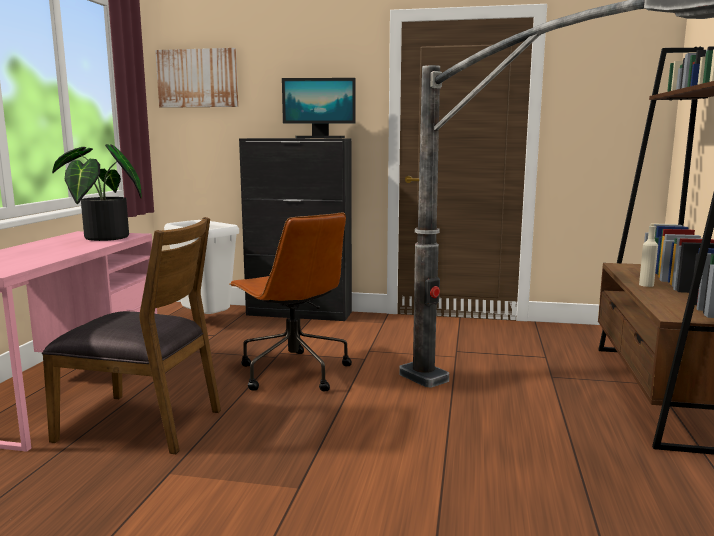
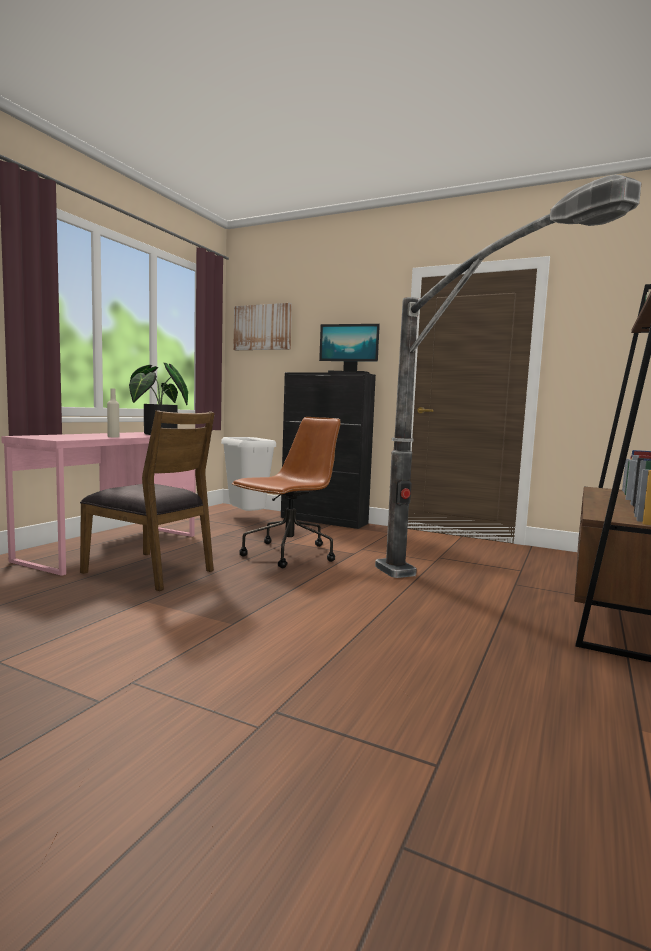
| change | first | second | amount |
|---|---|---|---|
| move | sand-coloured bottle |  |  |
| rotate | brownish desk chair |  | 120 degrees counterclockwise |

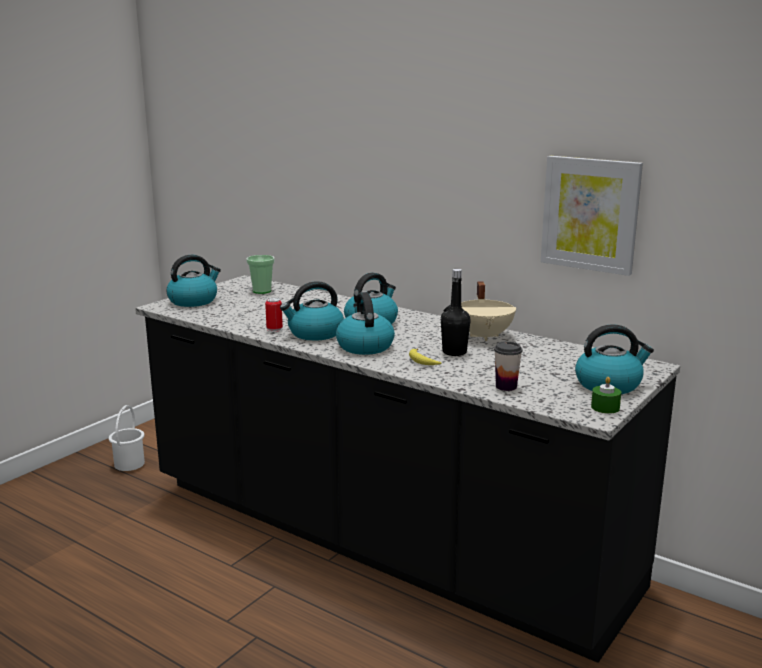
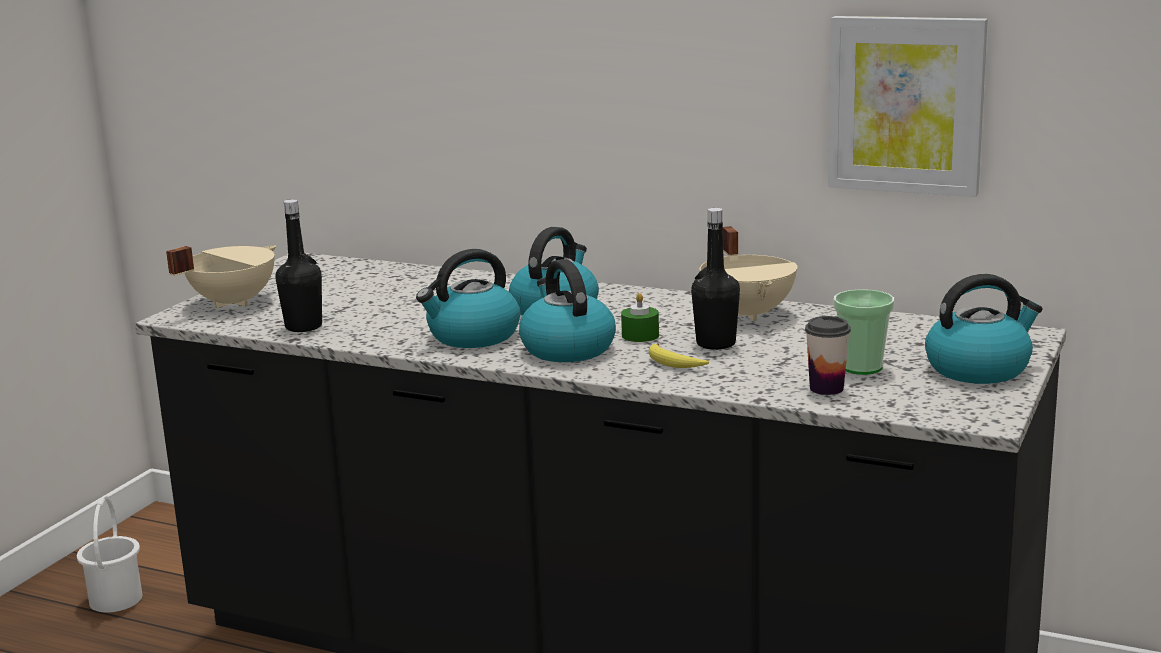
| change | first | second | amount |
|---|---|---|---|
| delete | metal can |  |  |
| insert |  | black-coloured bottle (1st from left) |  |
| move | drinking cup (1st from left in the first image) | drinking cup (2nd from left) |  |
| move | greenish wax light |  |  |
| replace | tea kettle (1st from left) | sand-coloured stockpot (1st from left) |  |

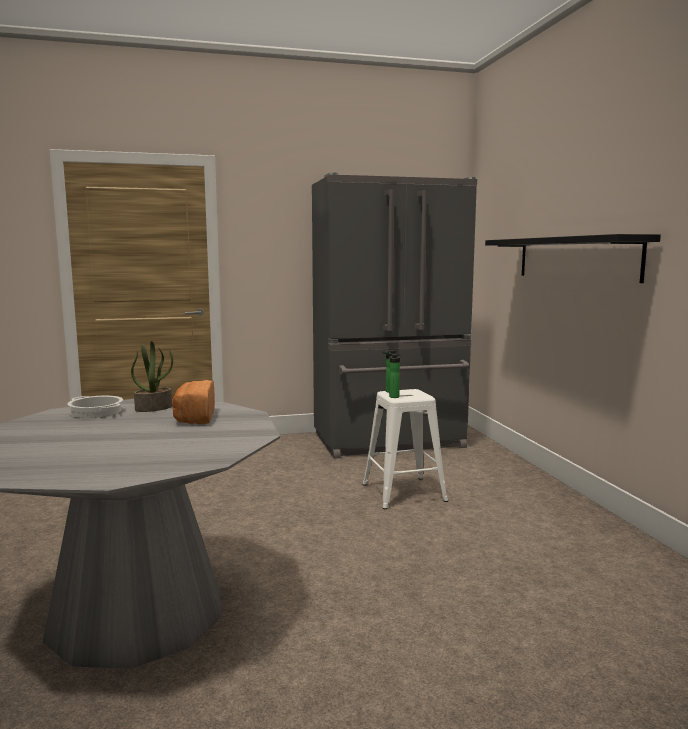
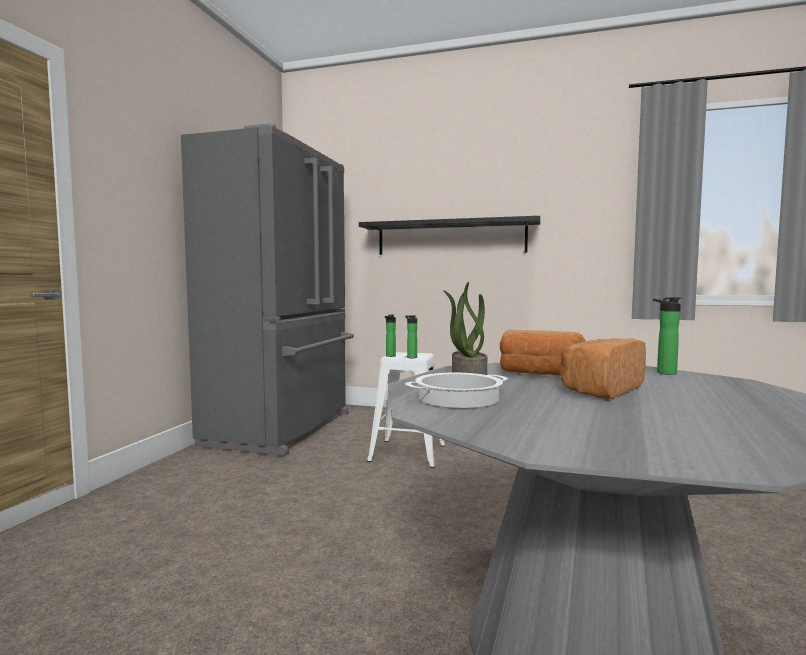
| change | first | second | amount |
|---|---|---|---|
| insert |  | bread (2nd from left) |  |
| insert |  | bottle (3rd from left) |  |

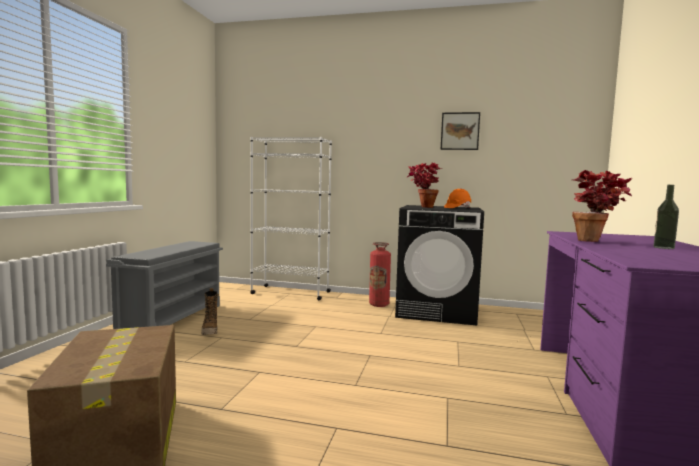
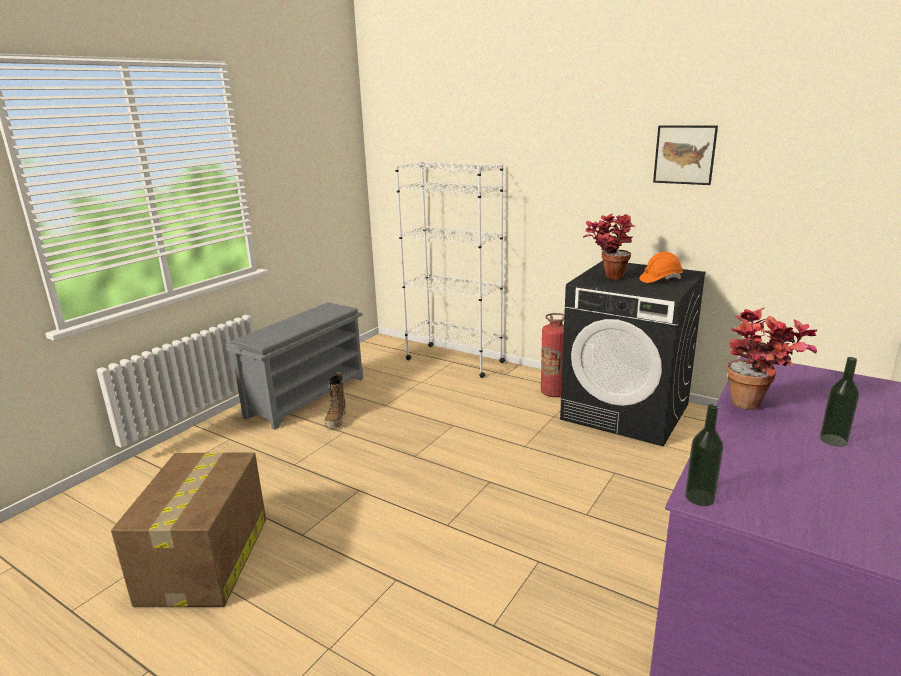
| change | first | second | amount |
|---|---|---|---|
| insert |  | bottle (1st from left) |  |

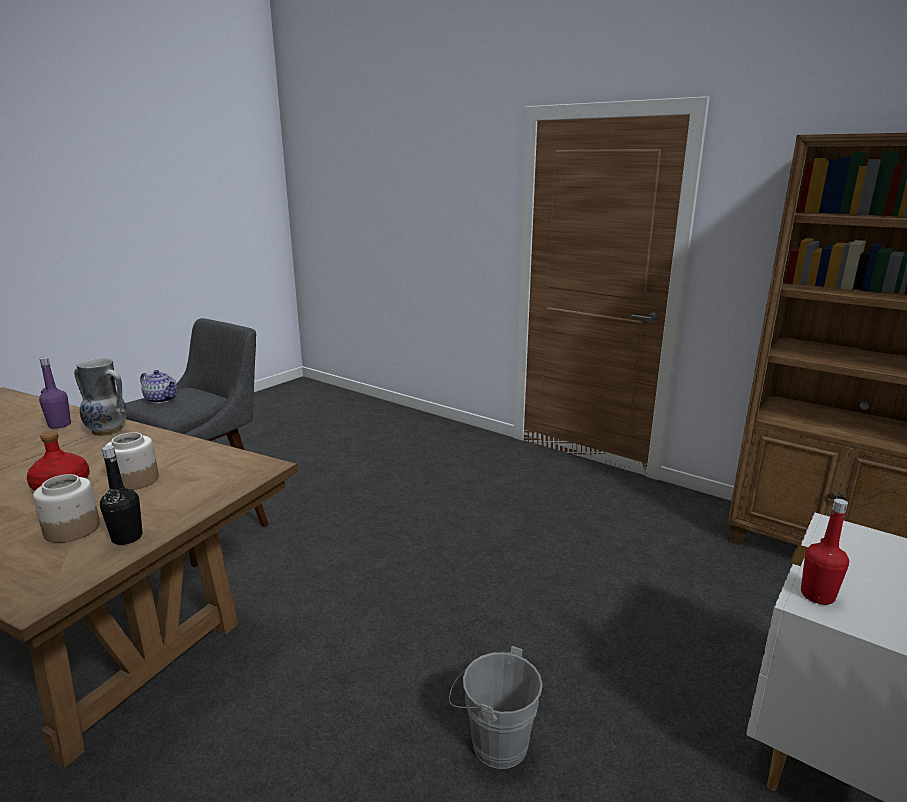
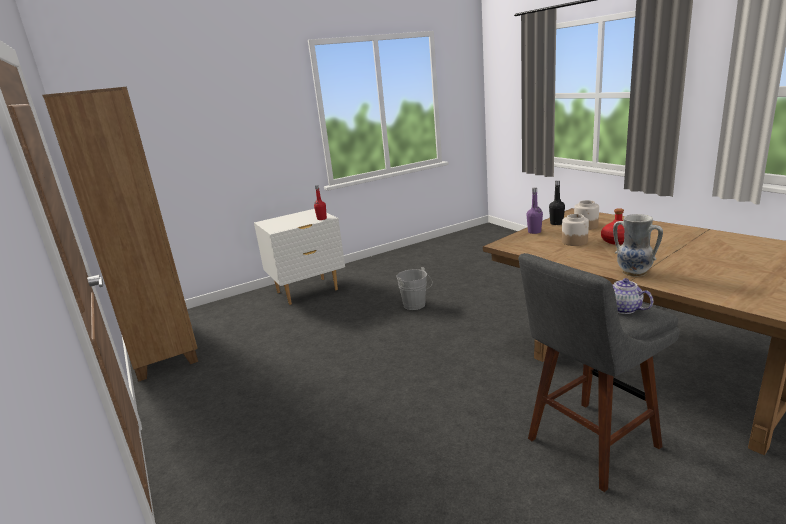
| change | first | second | amount |
|---|---|---|---|
| move | purple-coloured bottle |  |  |

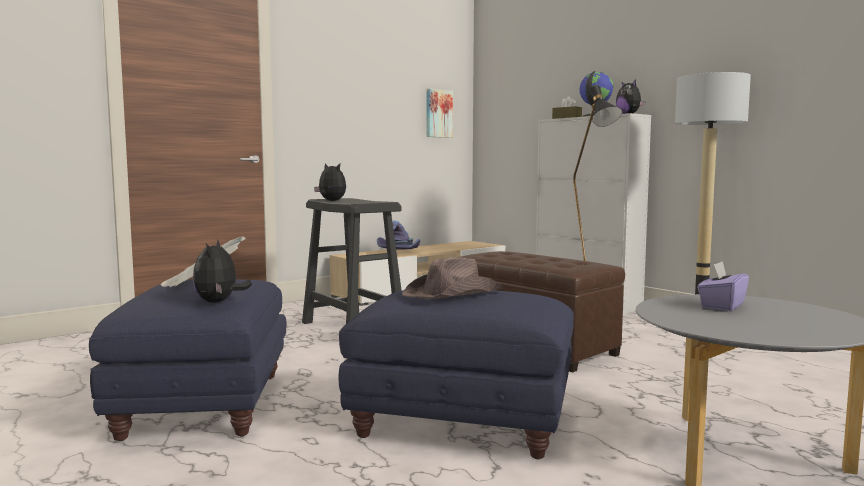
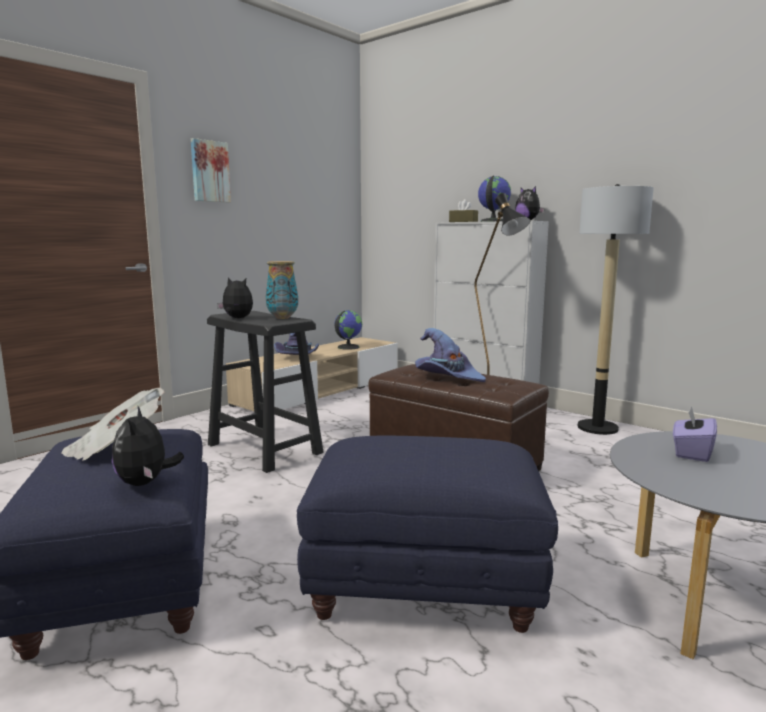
| change | first | second | amount |
|---|---|---|---|
| delete | brownish clothing hat |  |  |
| insert |  | flower vase |  |
| insert |  | desk globe (1st from left) |  |
| insert |  | purple-coloured clothing hat (2nd from left) |  |
| move | wall art |  |  |

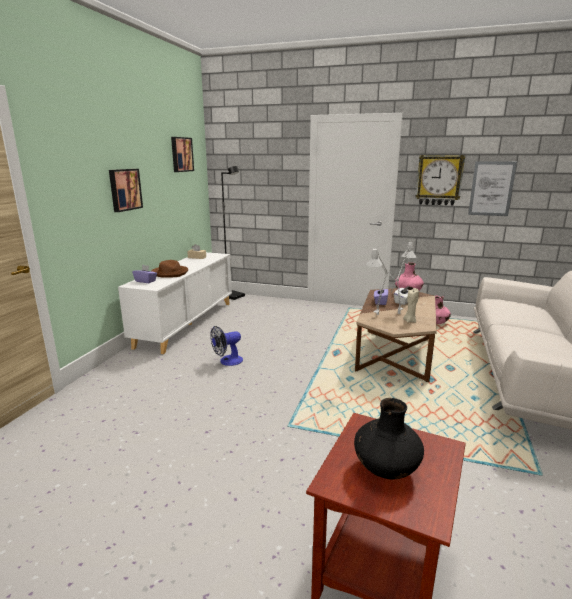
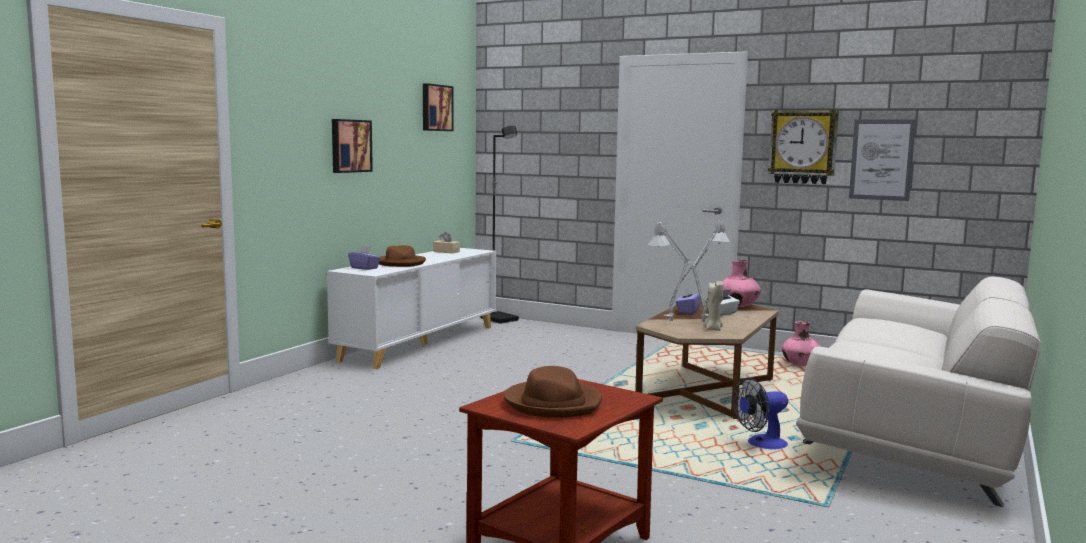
| change | first | second | amount |
|---|---|---|---|
| move | cooling fan |  |  |
| replace | black-coloured flower vase | brownish clothing hat (2nd from left) |  |

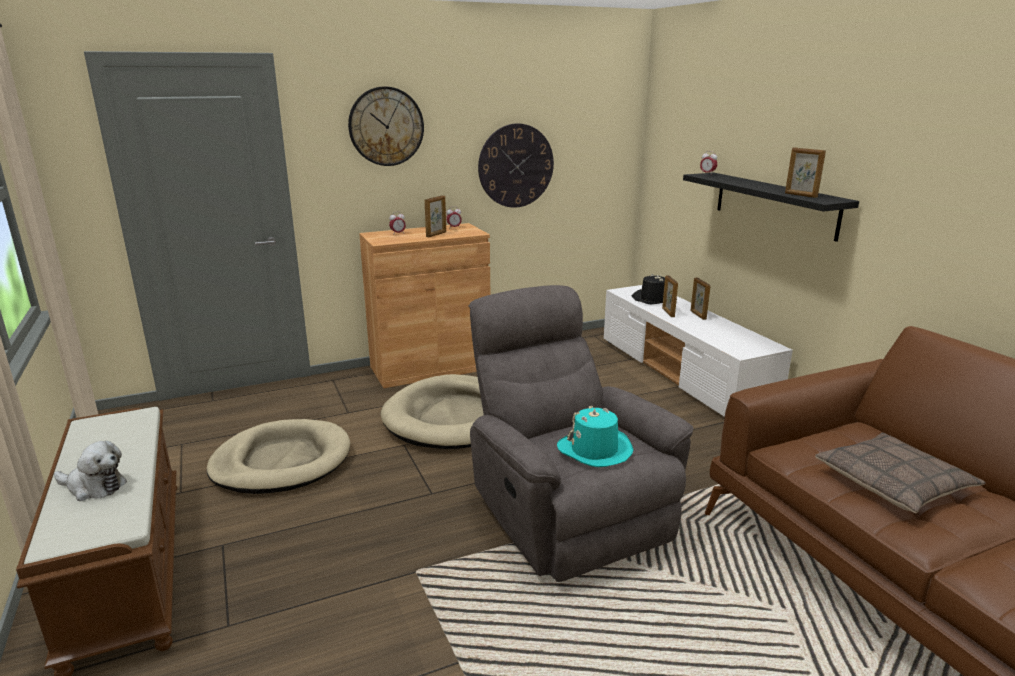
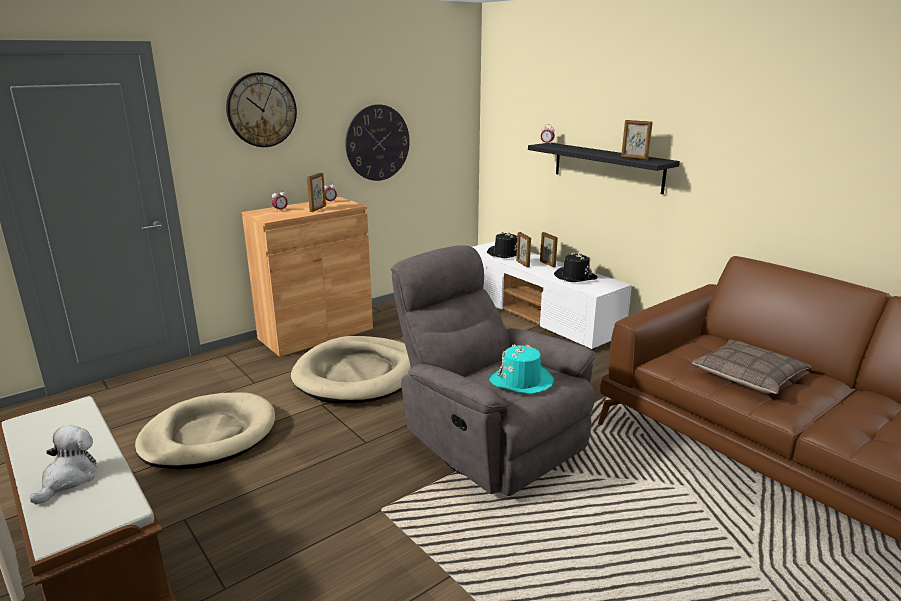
| change | first | second | amount |
|---|---|---|---|
| insert |  | black-coloured clothing hat (2nd from left) |  |
| rotate | plush toy |  | 75 degrees counterclockwise |

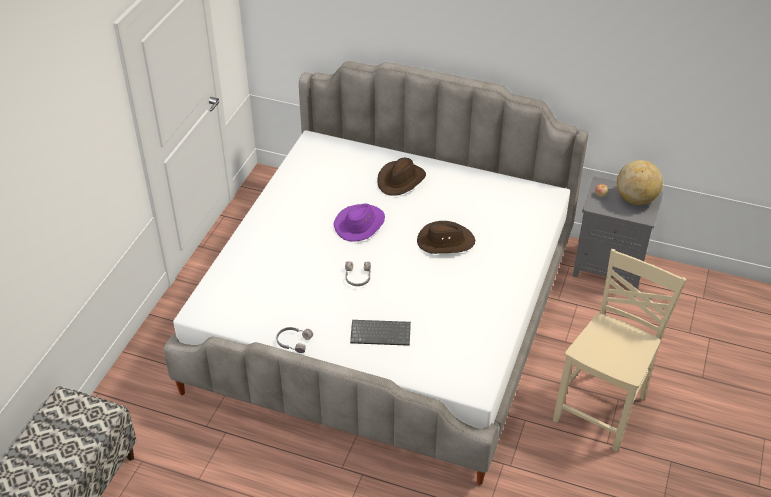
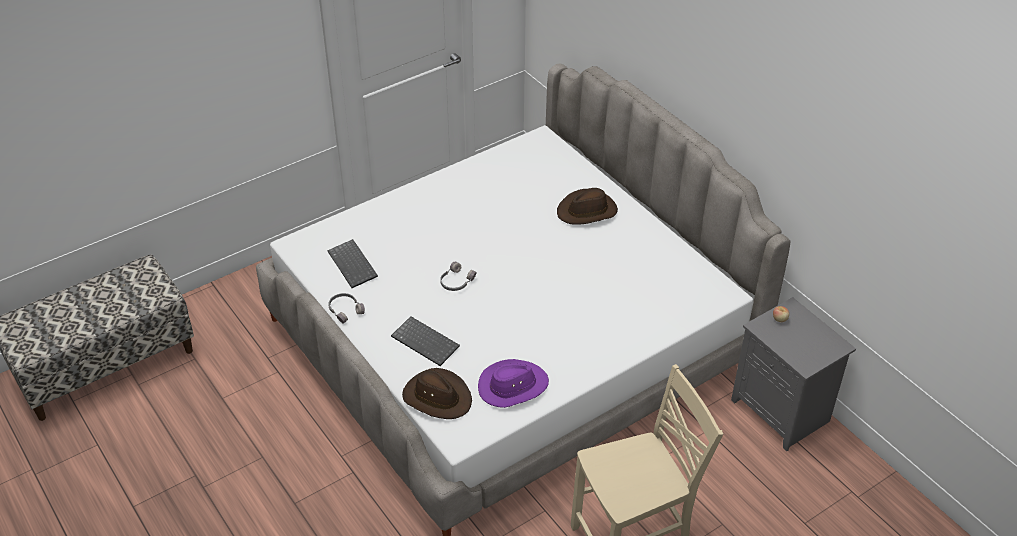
| change | first | second | amount |
|---|---|---|---|
| delete | desk globe |  |  |
| insert |  | keyboard (1st from left) |  |
| move | purple-coloured clothing hat |  |  |
| move | brownish clothing hat (2nd from left in the first image) | brownish clothing hat (1st from left) |  |

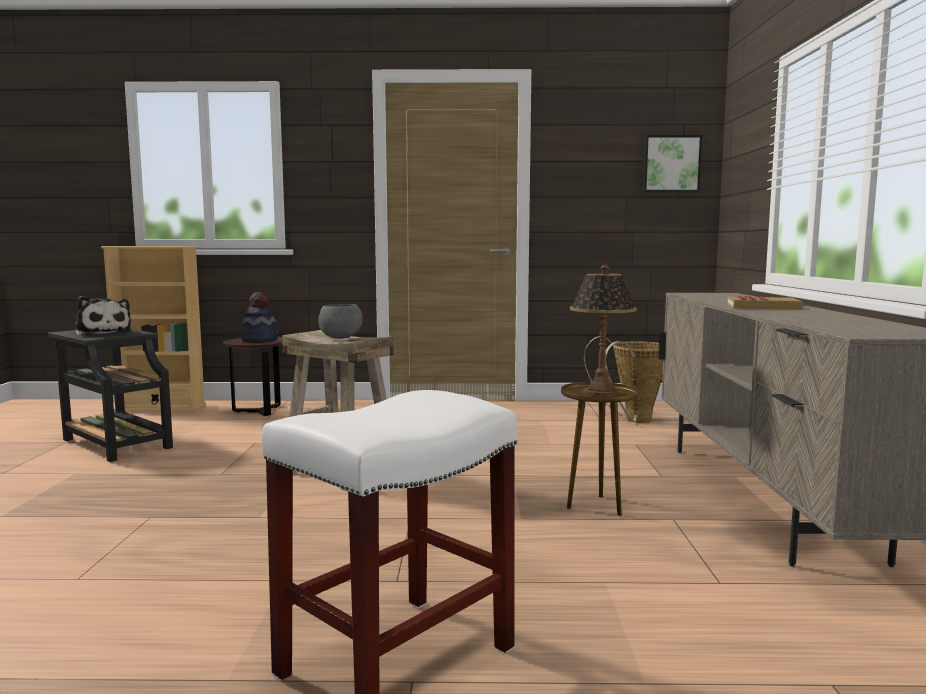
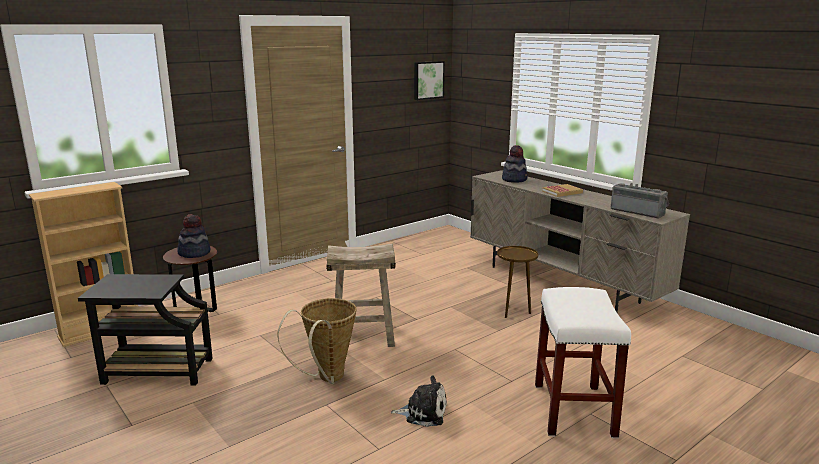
| change | first | second | amount |
|---|---|---|---|
| delete | grey serving bowl |  |  |
| delete | lamp for a table |  |  |
| insert |  | clothing hat (2nd from left) |  |
| insert |  | radio set |  |
| move | plush toy |  |  |
| move | household basket |  |  |

